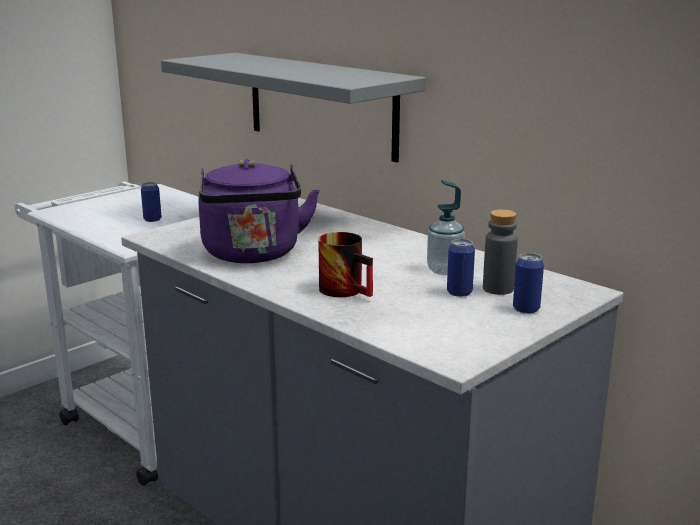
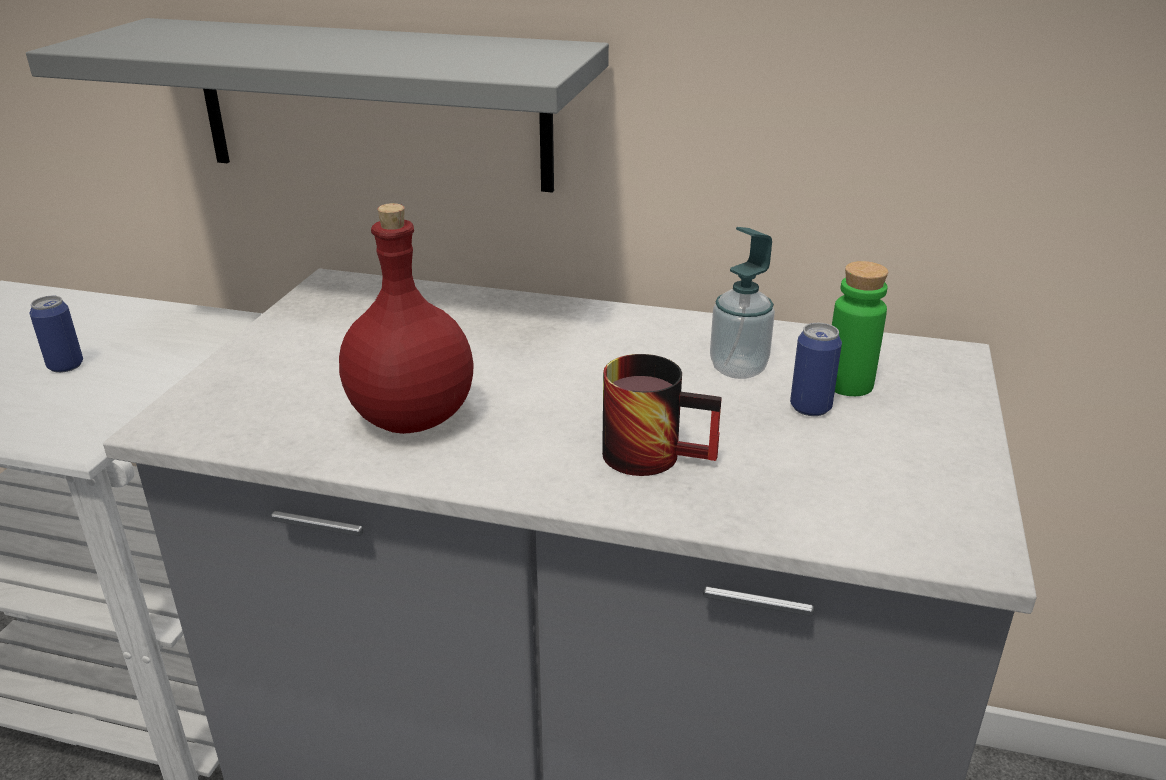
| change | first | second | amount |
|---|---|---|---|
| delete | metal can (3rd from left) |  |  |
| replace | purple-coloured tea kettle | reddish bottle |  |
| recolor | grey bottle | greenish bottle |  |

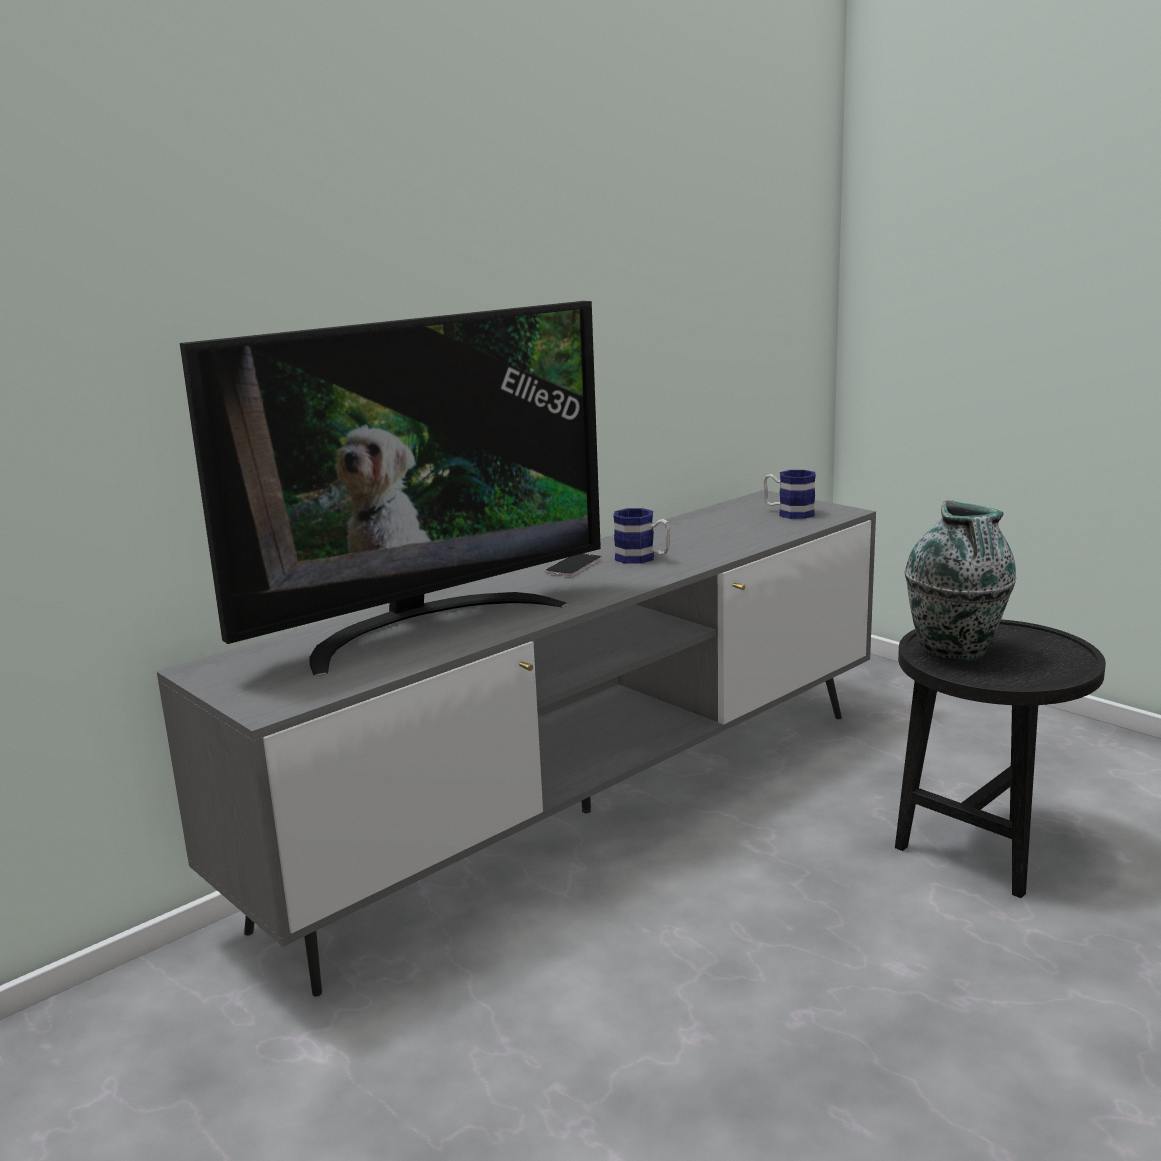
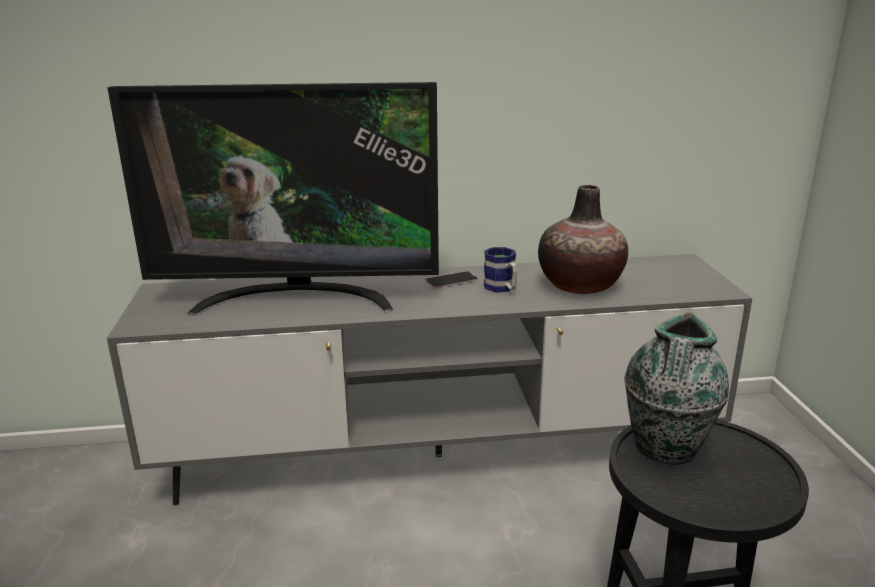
| change | first | second | amount |
|---|---|---|---|
| delete | tea mug (2nd from left) |  |  |
| insert |  | flower vase (1st from left) |  |

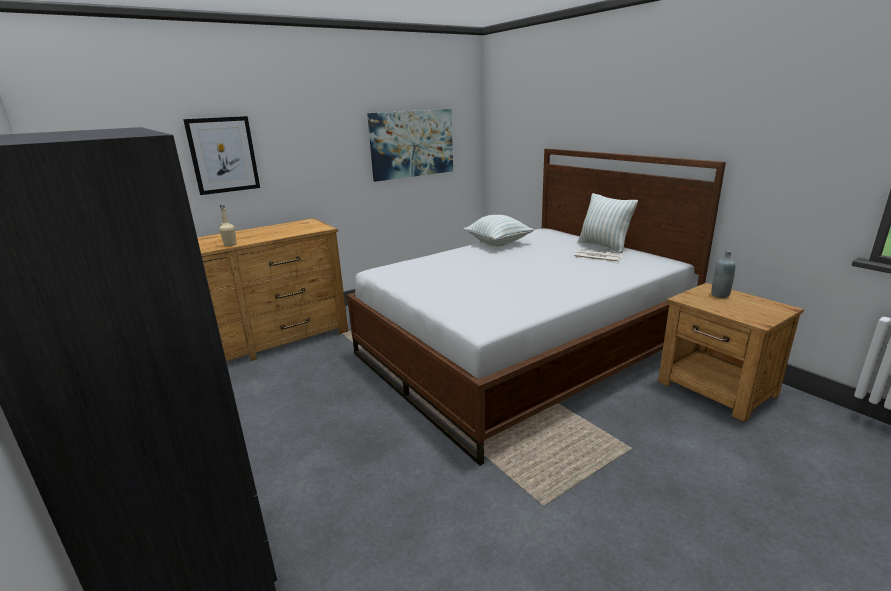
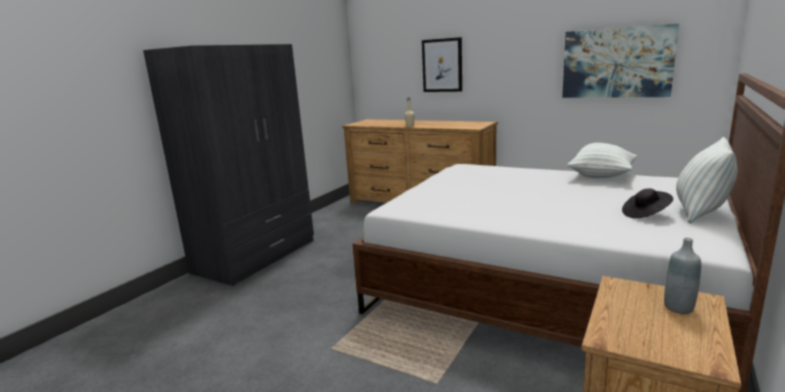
| change | first | second | amount |
|---|---|---|---|
| replace | newspaper | black-coloured clothing hat |  |

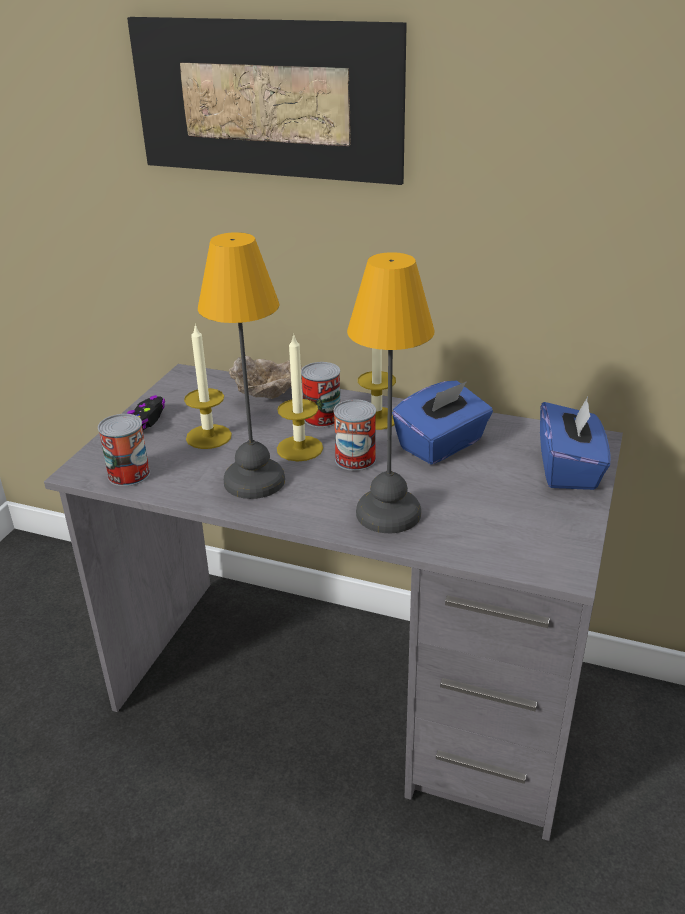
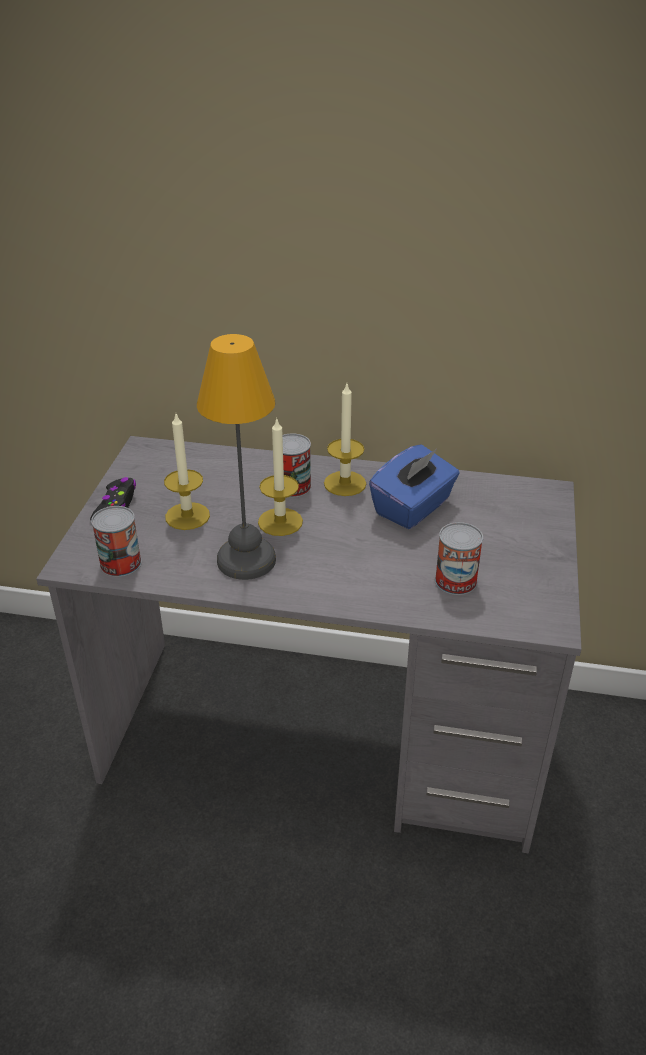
| change | first | second | amount |
|---|---|---|---|
| delete | wall art |  |  |
| delete | sand-coloured serving bowl |  |  |
| delete | lamp for a table (2nd from left) |  |  |
| delete | bluish tissue box (2nd from left) |  |  |
| move | metal can (3rd from left) |  |  |

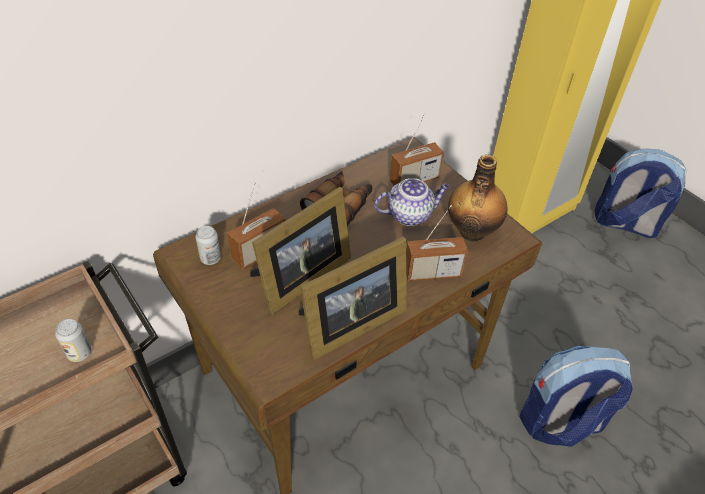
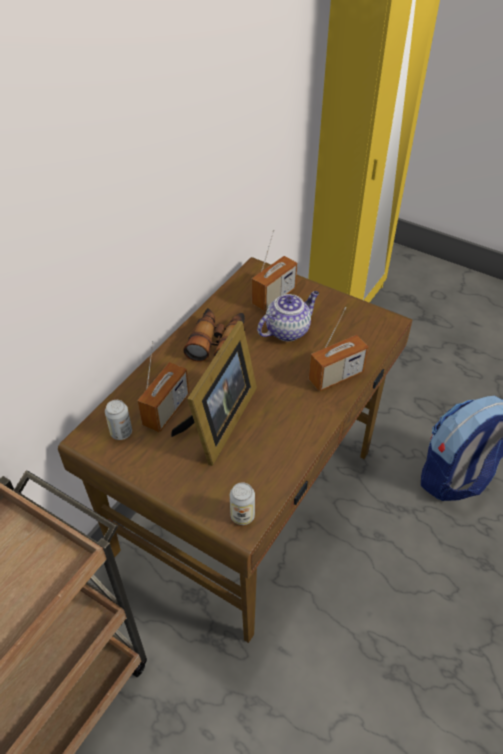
| change | first | second | amount |
|---|---|---|---|
| delete | photo frame (2nd from left) |  |  |
| delete | bottle |  |  |
| delete | knapsack (2nd from left) |  |  |
| move | metal can (1st from left in the first image) | metal can (2nd from left) |  |

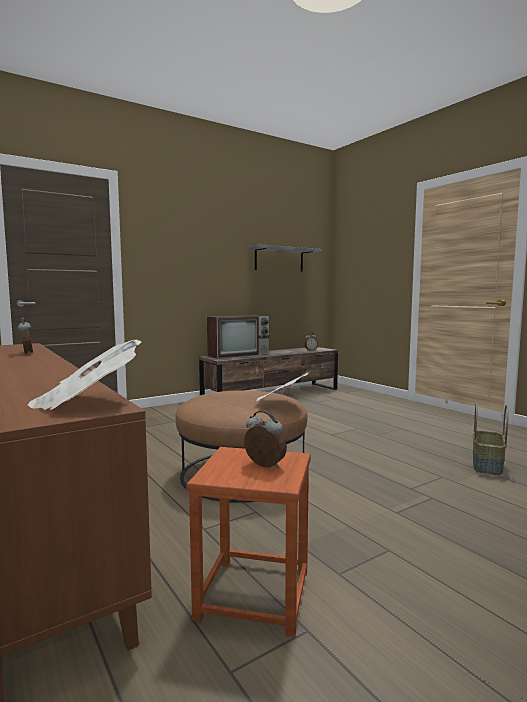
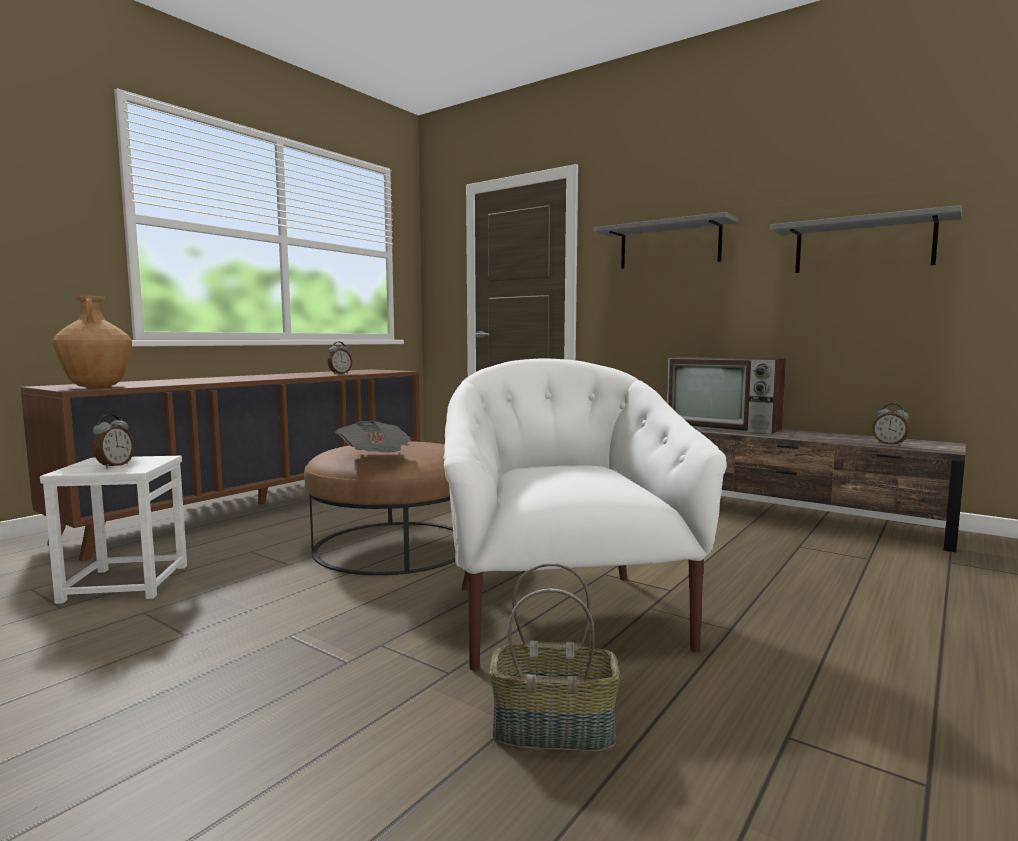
| change | first | second | amount |
|---|---|---|---|
| insert |  | white-coloured easy chair |  |
| insert |  | grey shelf (1st from left) |  |
| replace | newspaper (1st from left) | brownish flower vase |  |
| recolor | brownish stool | white-coloured stool |  |

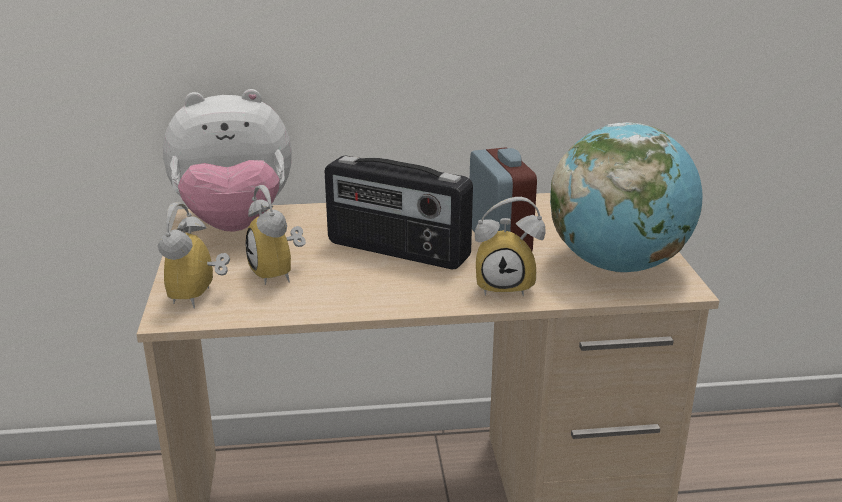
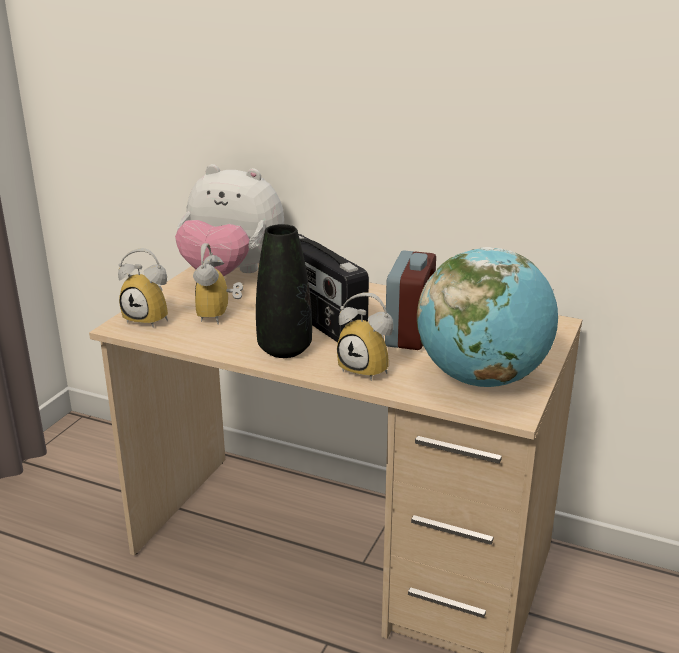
| change | first | second | amount |
|---|---|---|---|
| insert |  | black-coloured flower vase |  |
| rotate | bedside clock (1st from left) |  | 105 degrees counterclockwise |

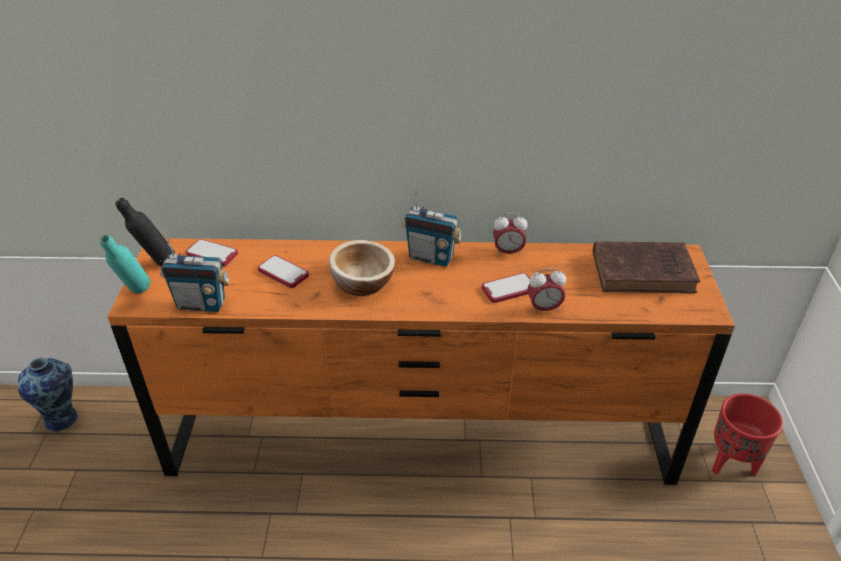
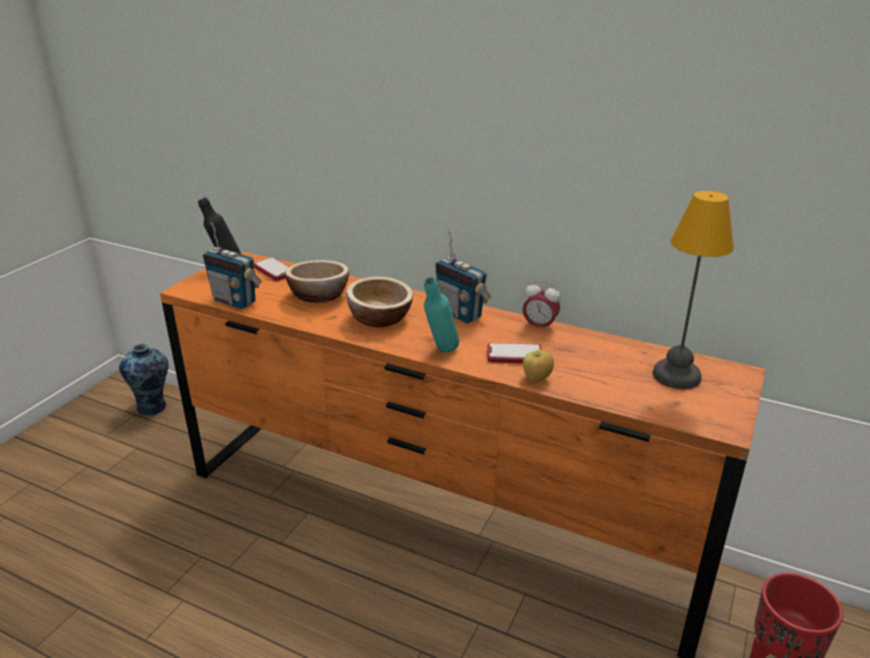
| change | first | second | amount |
|---|---|---|---|
| move | blue-green bottle |  |  |
| replace | telephone (2nd from left) | serving bowl (1st from left) |  |
| replace | bedside clock (2nd from left) | whole apple |  |
| replace | brownish volume | lamp for a table |  |

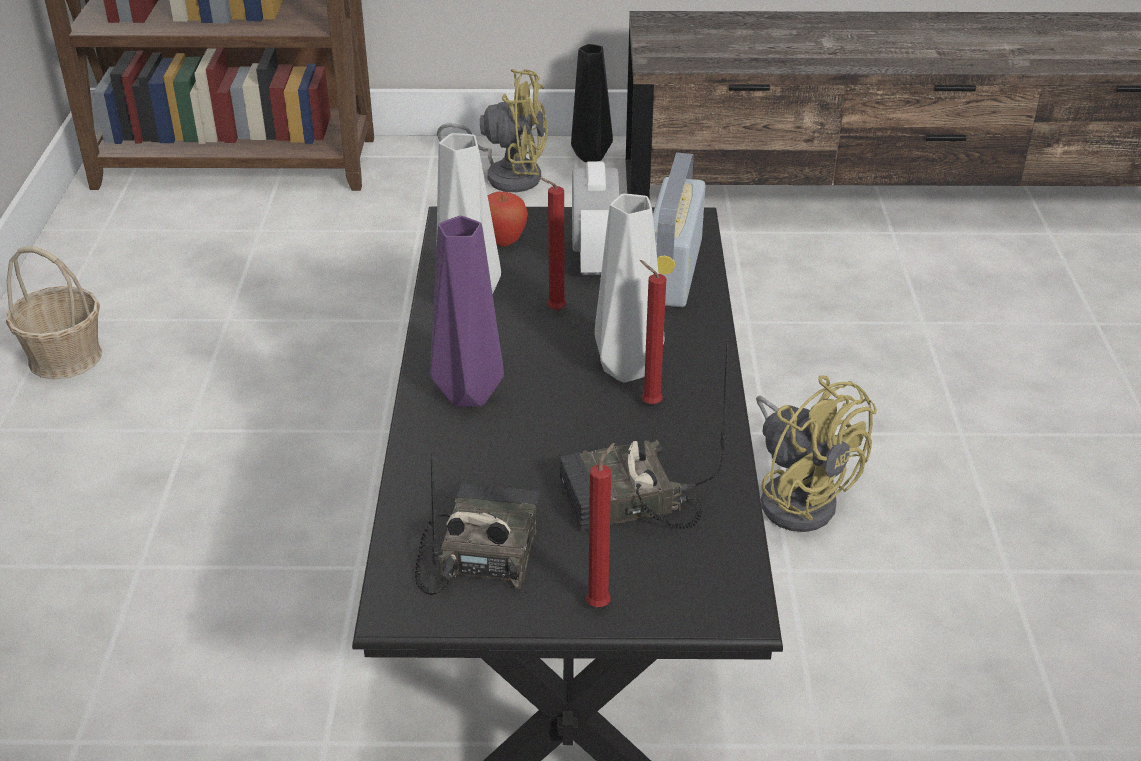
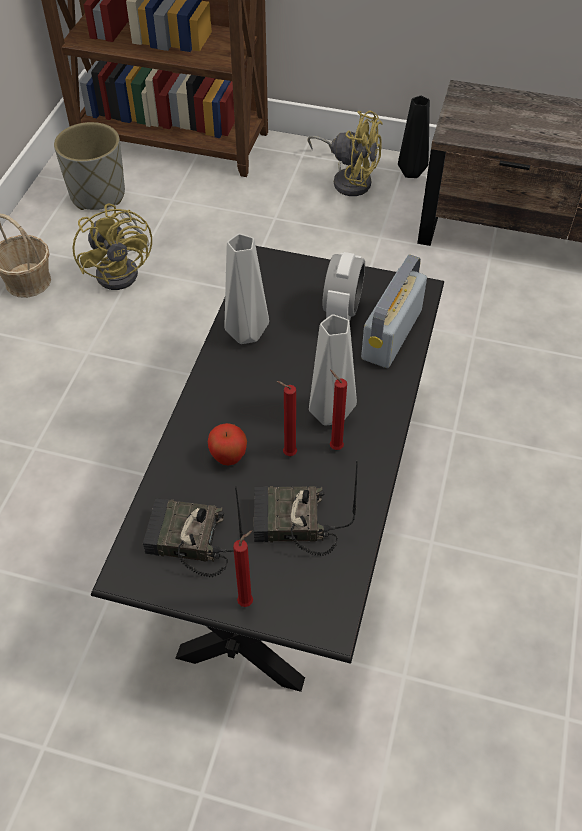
| change | first | second | amount |
|---|---|---|---|
| delete | purple-coloured flower vase |  |  |
| insert |  | grey plant pot |  |
| move | whole apple |  |  |
| move | reddish wax light (1st from left in the first image) | reddish wax light (2nd from left) |  |
| move | yellow cooling fan (2nd from left in the first image) | yellow cooling fan (1st from left) |  |
| rotate | radio set (1st from left) |  | 105 degrees counterclockwise |

